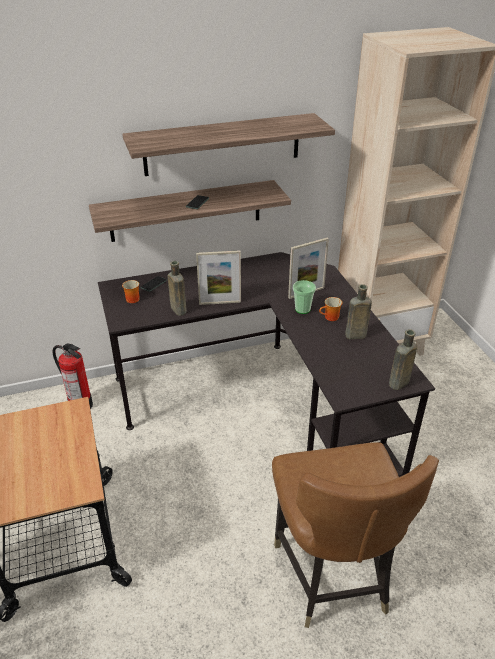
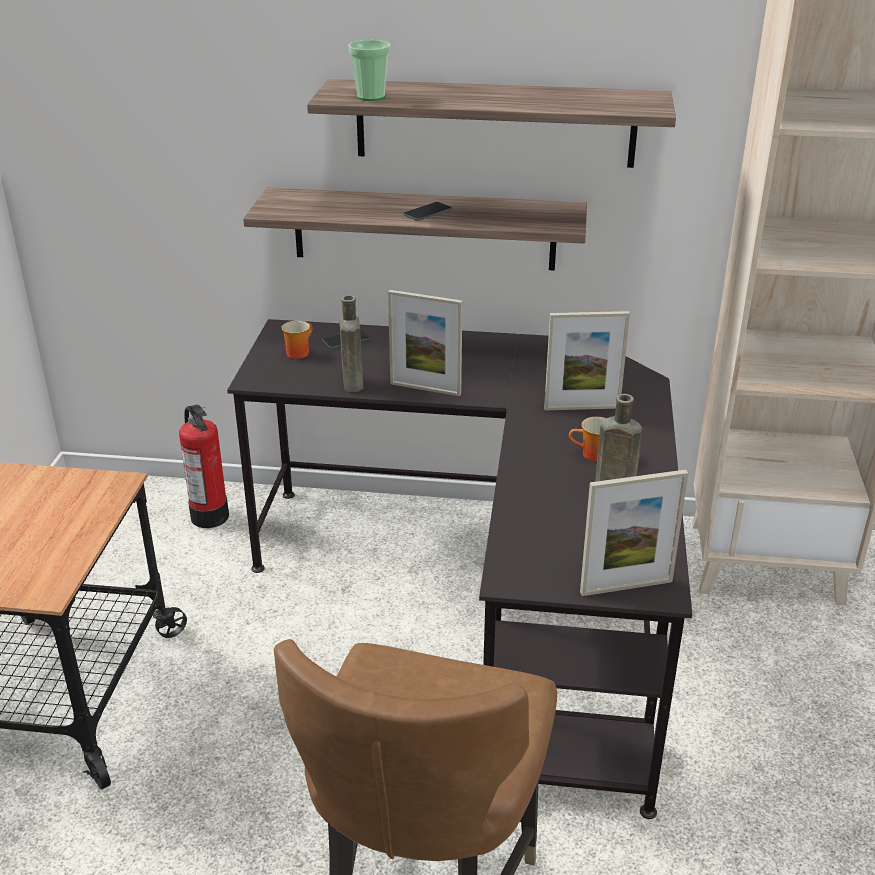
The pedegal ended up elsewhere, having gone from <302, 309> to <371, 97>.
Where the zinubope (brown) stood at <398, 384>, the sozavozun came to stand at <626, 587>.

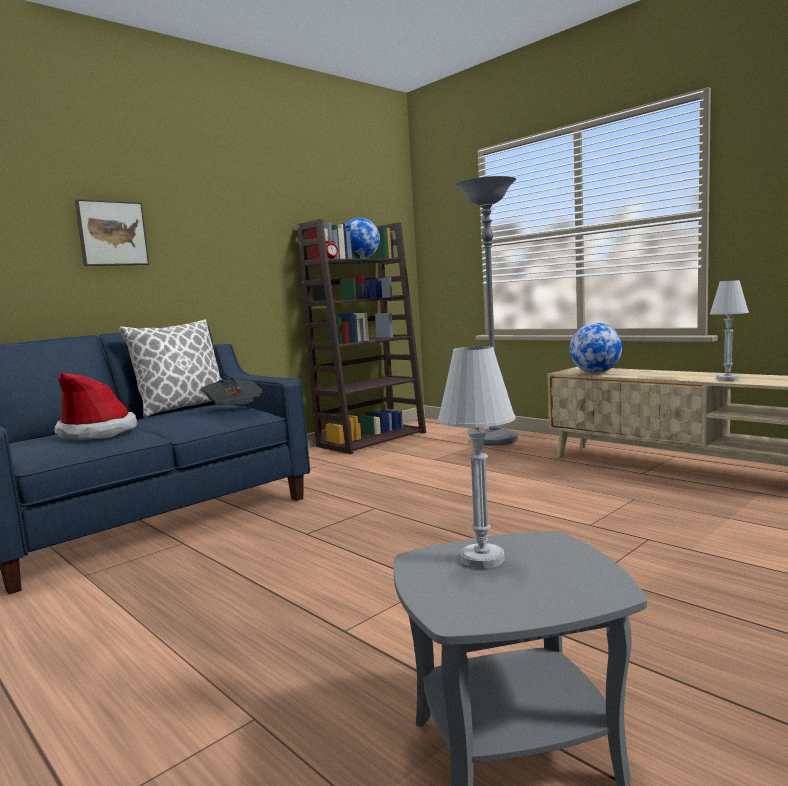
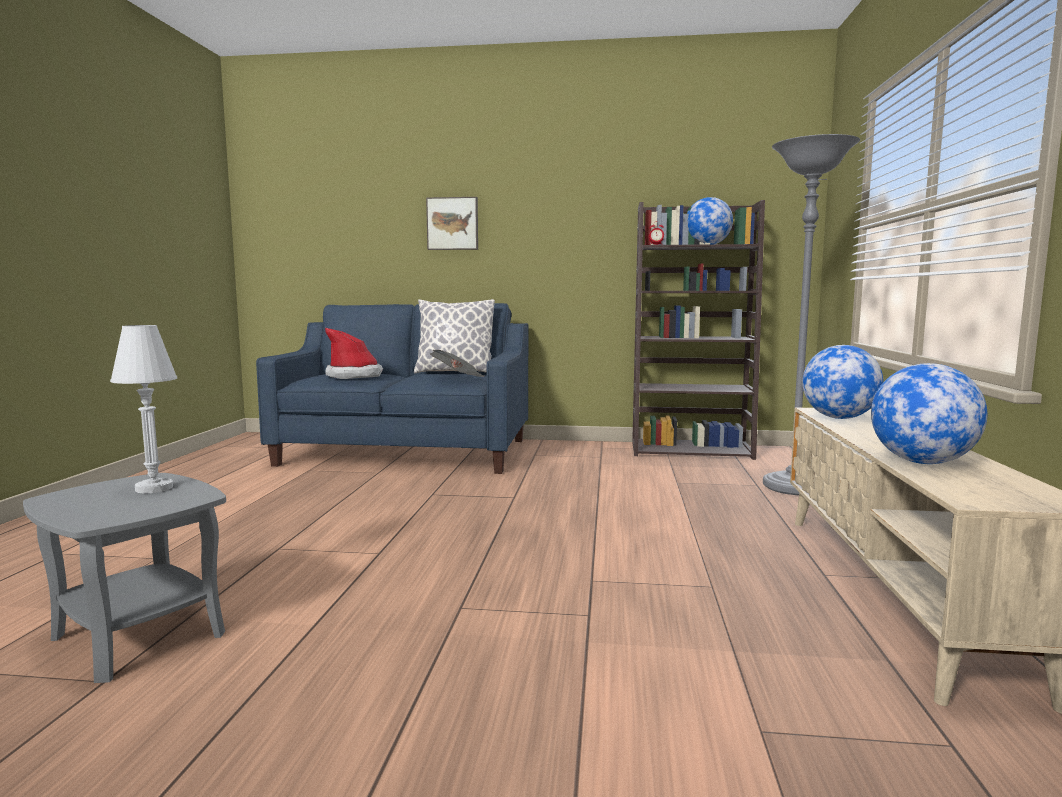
Where the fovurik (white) stood at <727, 379>, the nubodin came to stand at <922, 462>.

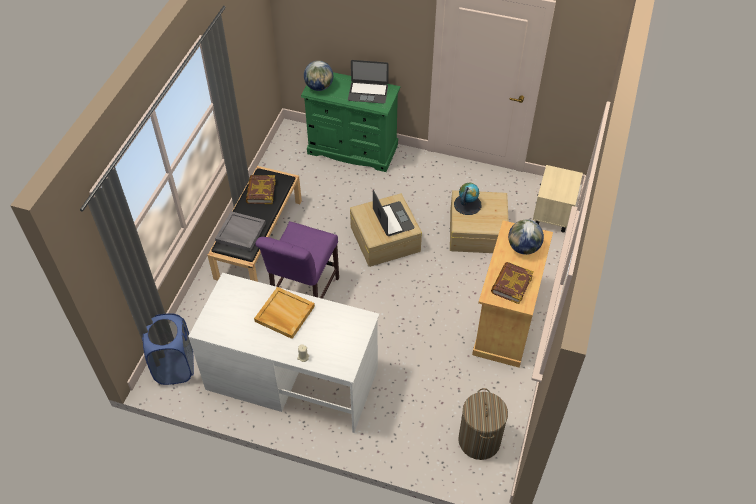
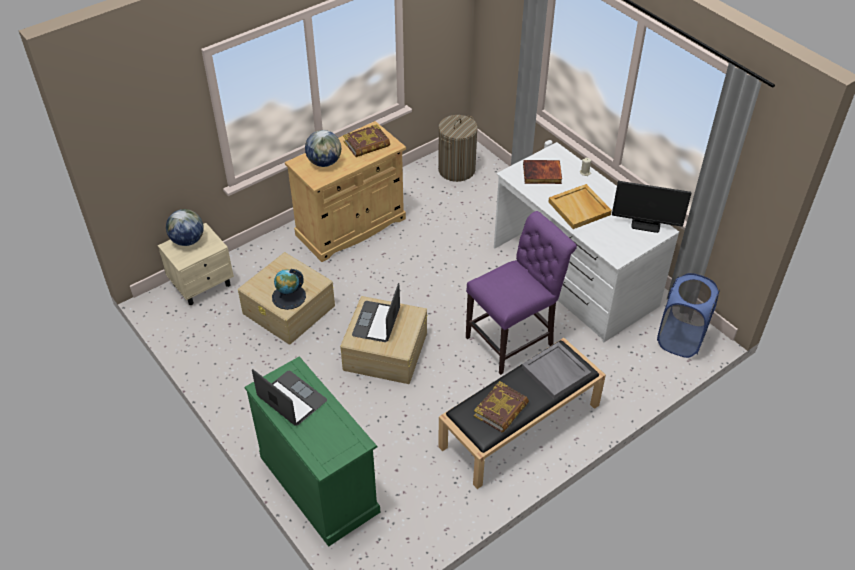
The second view gained the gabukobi at <541, 174>.
The second view gained the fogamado at <646, 224>.
The nubodin ended up elsewhere, having gone from <319, 87> to <187, 240>.

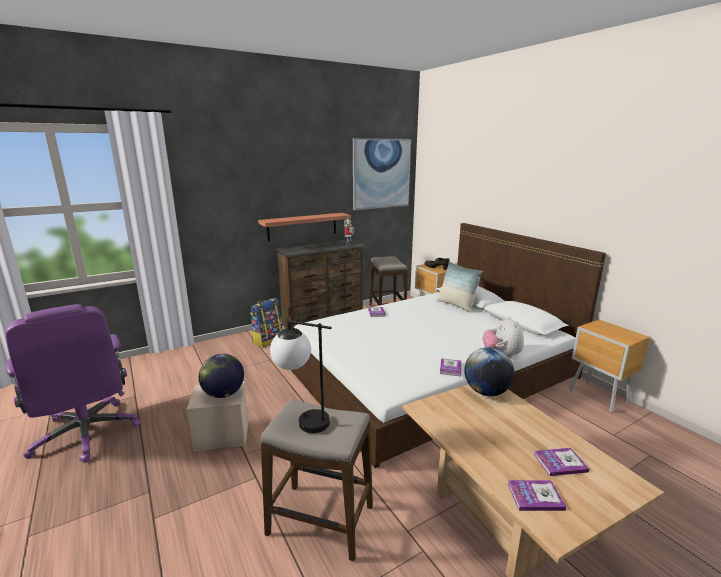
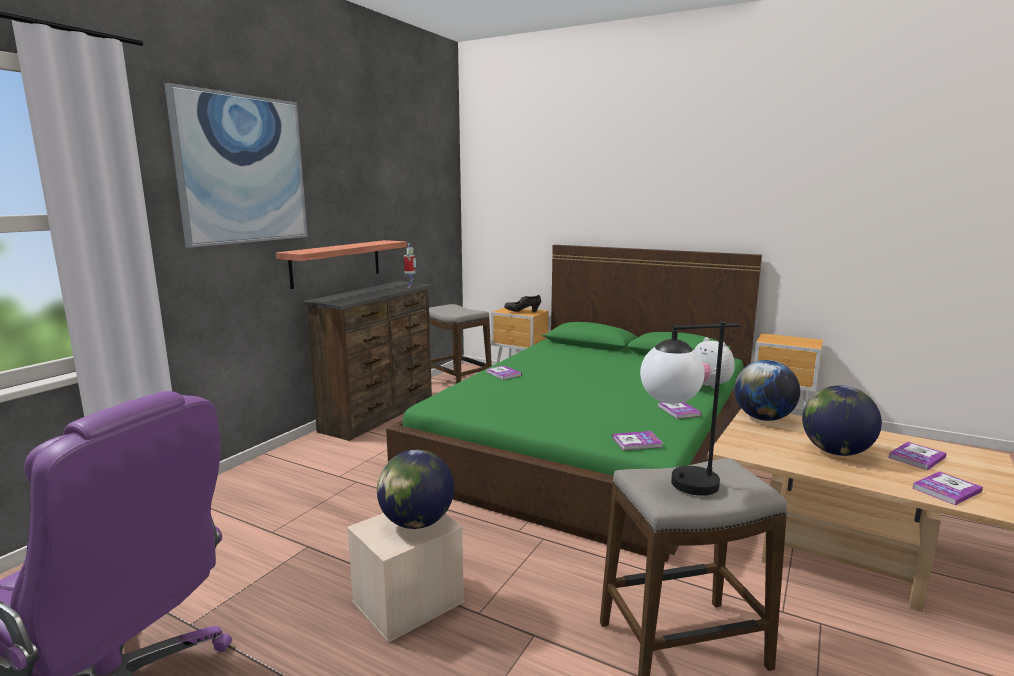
The second view lost the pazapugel at <267, 340>.
The second view lost the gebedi at <456, 305>.
The second view gained the gabukobi at <637, 442>.
The second view gained the nubodin at <836, 452>.
The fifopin ended up elsewhere, having gone from <381, 174> to <243, 170>.
What was the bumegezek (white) at <429, 371> turned into the bumegezek (green) at <593, 440>.

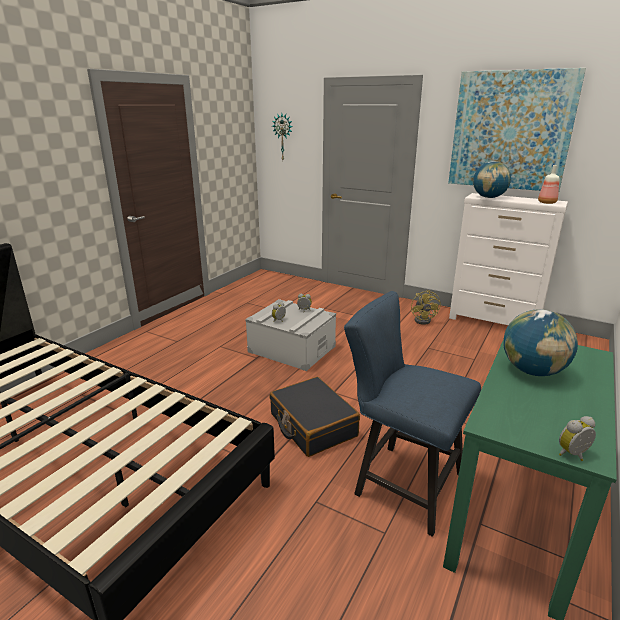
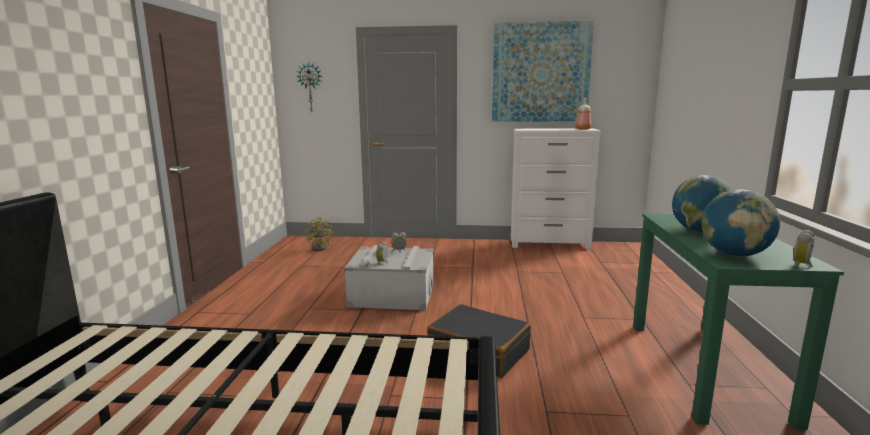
The second view lost the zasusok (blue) at <401, 482>.
The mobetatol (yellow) ended up elsewhere, having gone from <424, 320> to <321, 248>.
The nubodin ended up elsewhere, having gone from <489, 197> to <734, 254>.

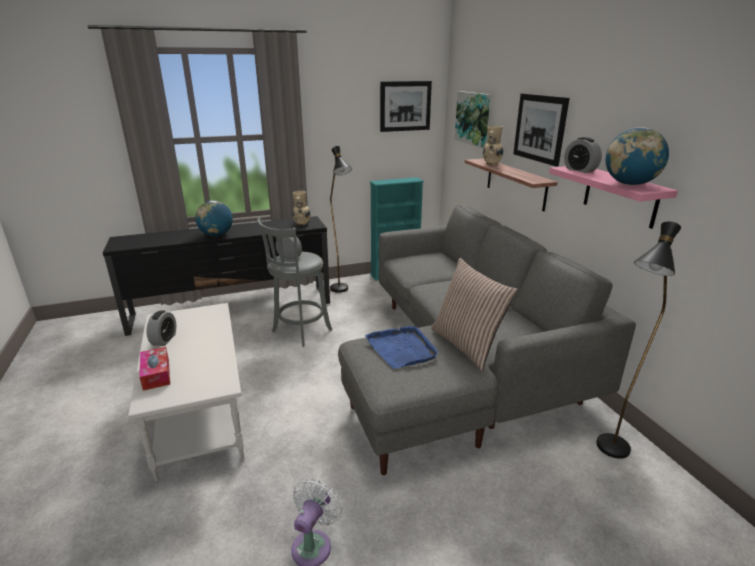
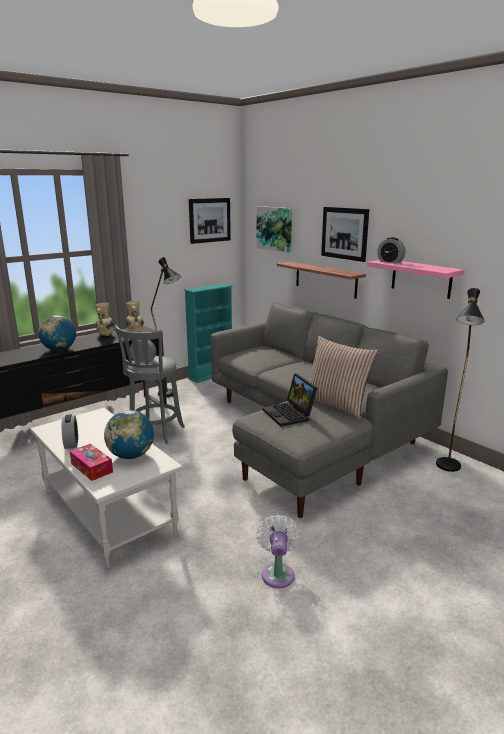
The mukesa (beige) ended up elsewhere, having gone from <491, 164> to <105, 335>.
The nubodin ended up elsewhere, having gone from <630, 184> to <131, 455>.
Where the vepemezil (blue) stood at <402, 349>, the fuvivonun came to stand at <290, 414>.

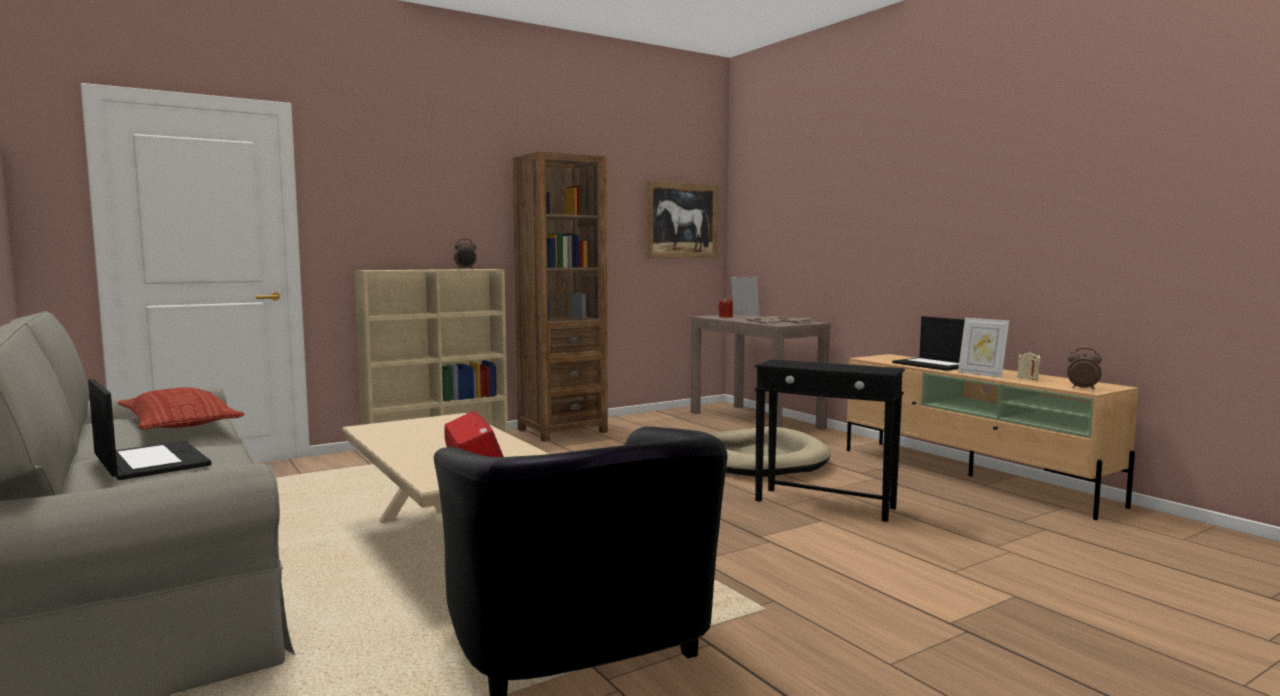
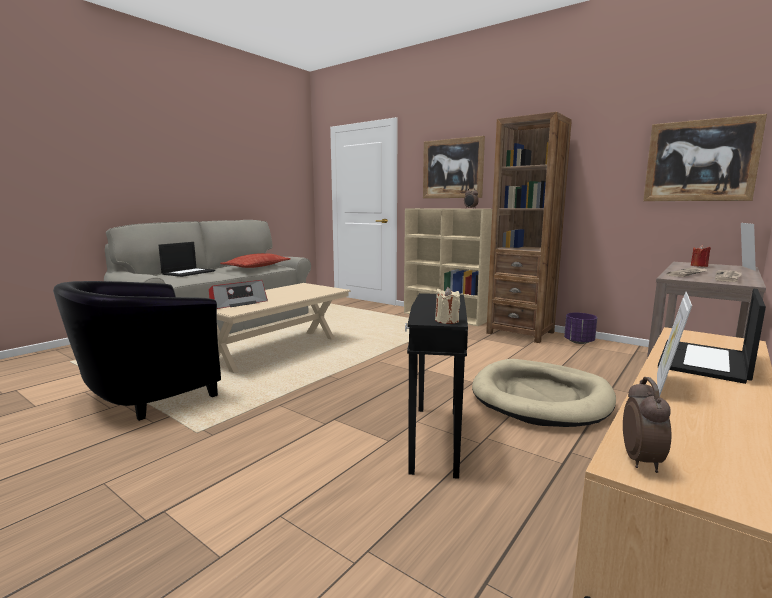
The second view gained the fifopin at <452, 168>.
The second view gained the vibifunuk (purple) at <578, 342>.
The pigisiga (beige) ended up elsewhere, having gone from <1027, 378> to <447, 321>.

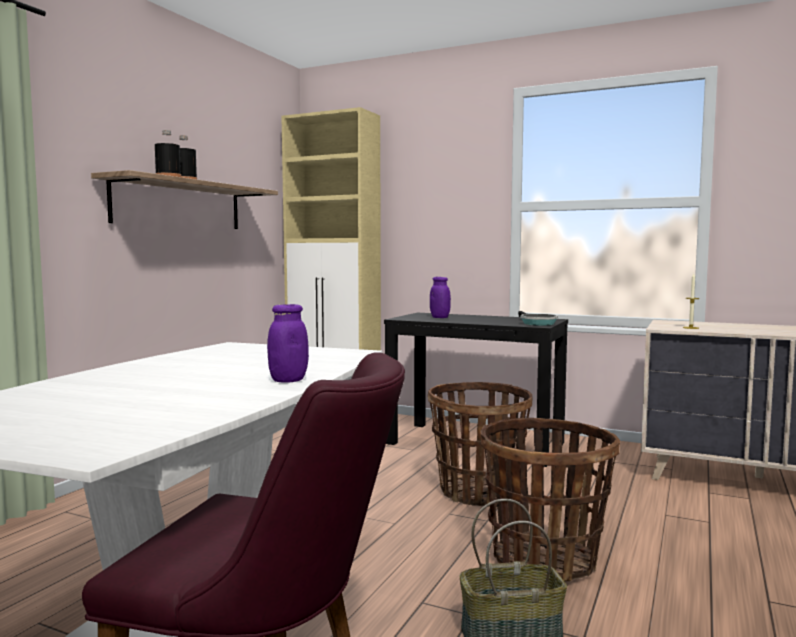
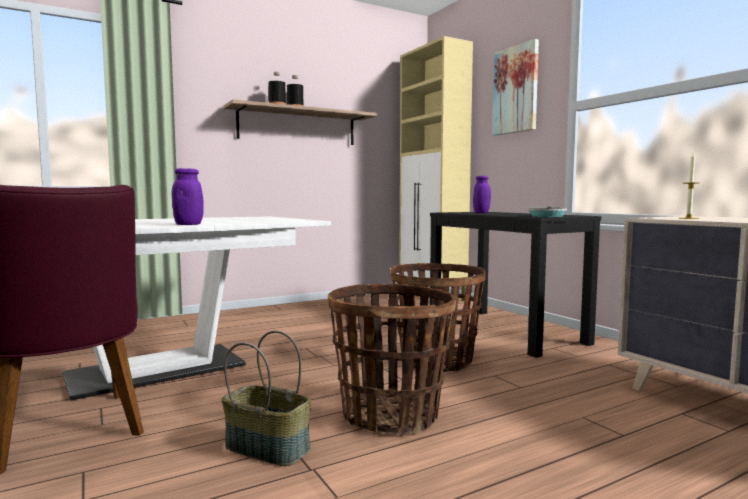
The second view gained the fifopin at <516, 90>.

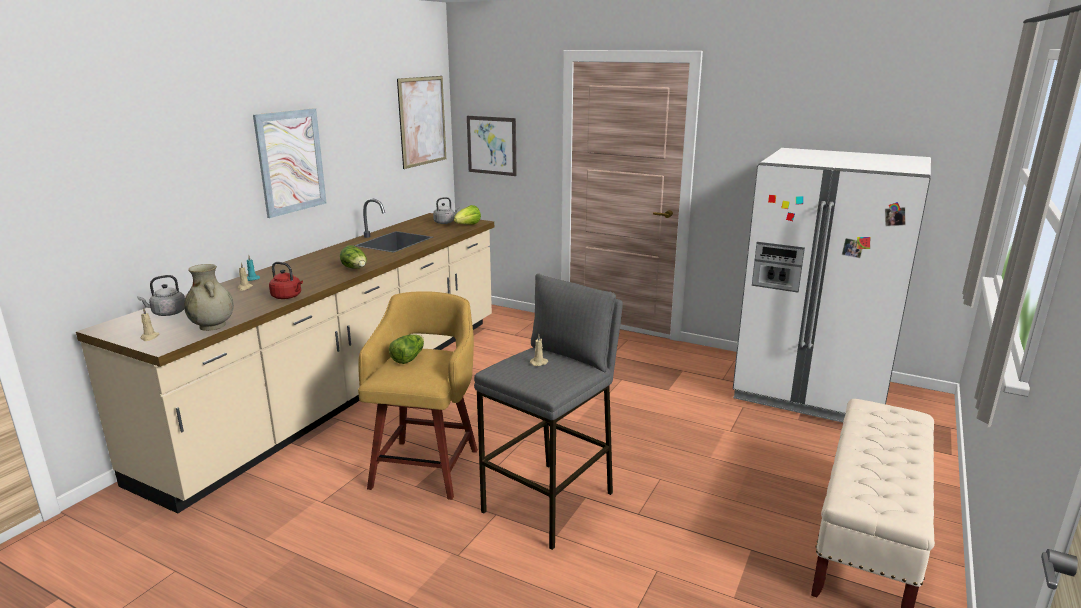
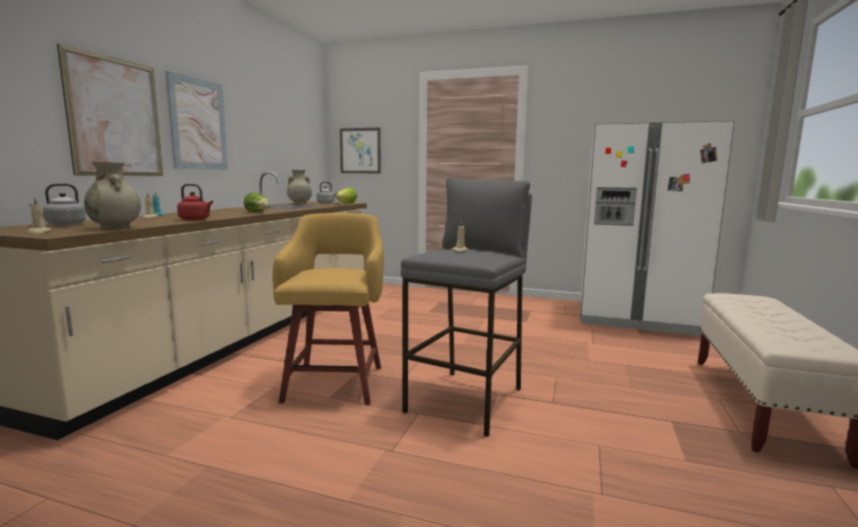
The second view lost the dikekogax at <408, 358>.
The second view gained the mukesa (beige) at <299, 203>.
The fifopin ended up elsewhere, having gone from <422, 121> to <115, 117>.

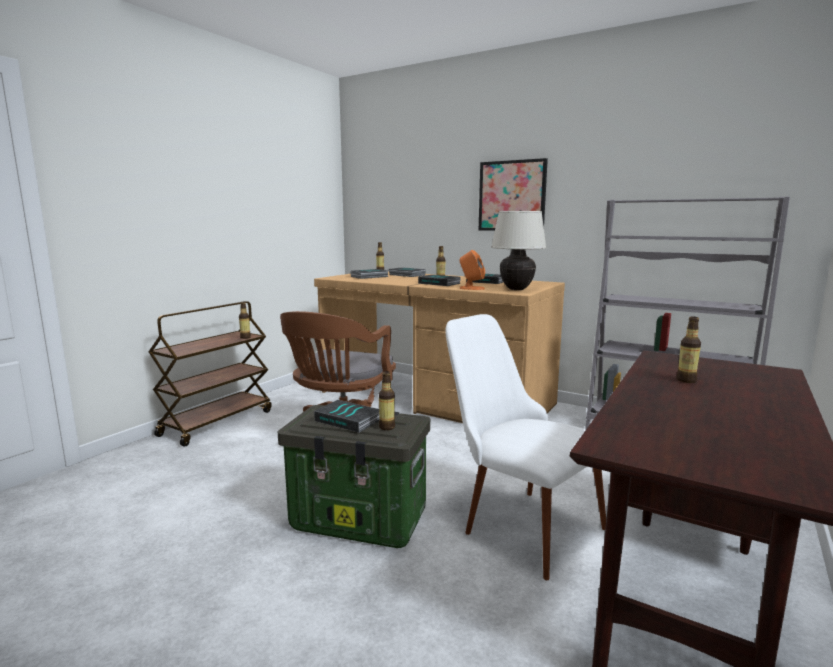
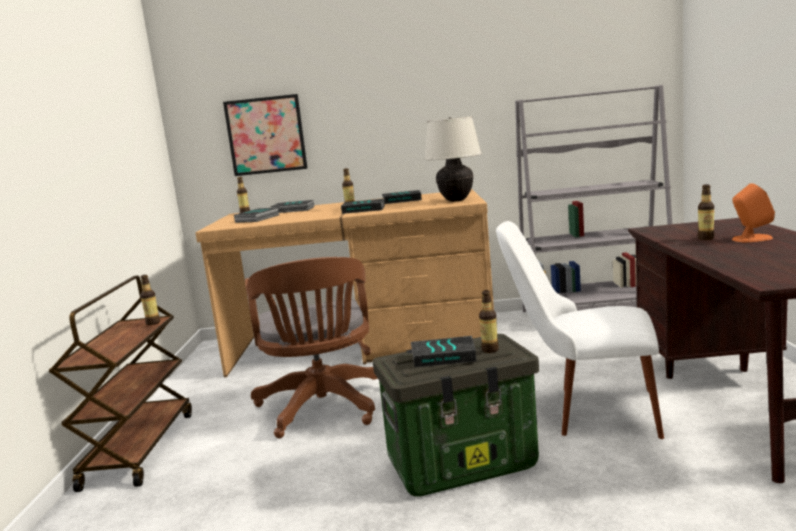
The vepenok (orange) ended up elsewhere, having gone from <471, 288> to <751, 239>.
The fifopin ended up elsewhere, having gone from <512, 196> to <266, 135>.

